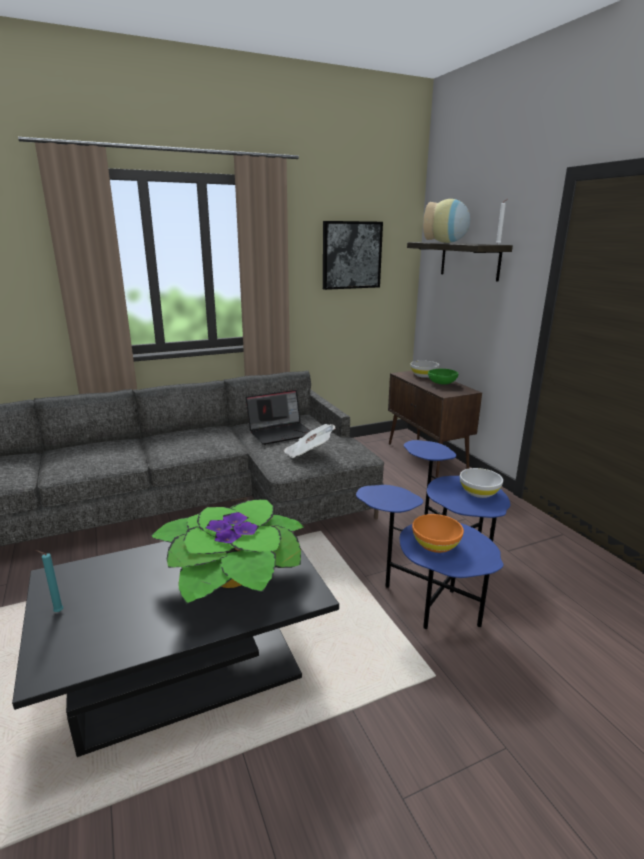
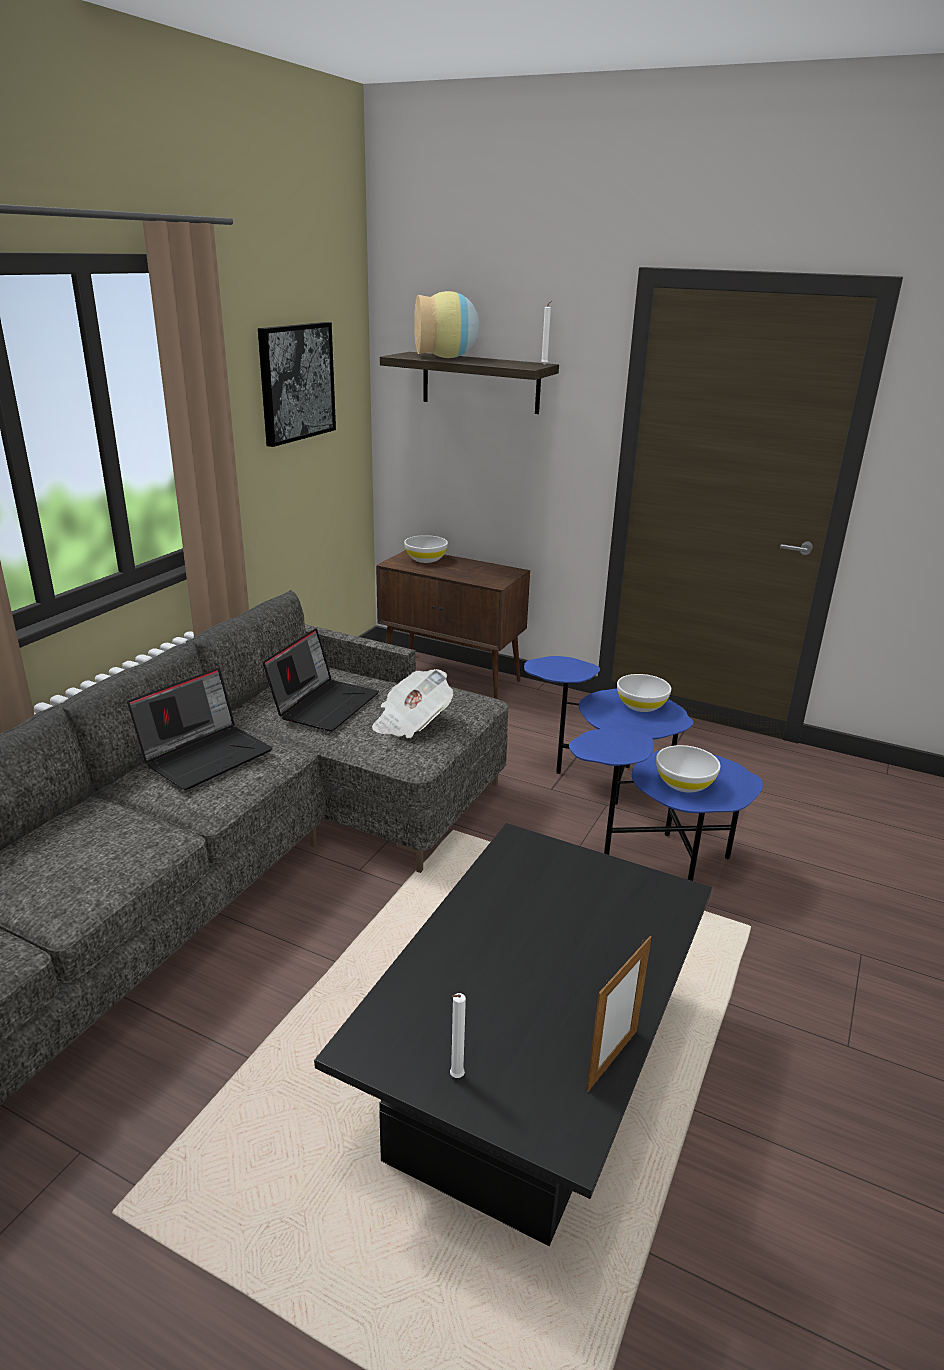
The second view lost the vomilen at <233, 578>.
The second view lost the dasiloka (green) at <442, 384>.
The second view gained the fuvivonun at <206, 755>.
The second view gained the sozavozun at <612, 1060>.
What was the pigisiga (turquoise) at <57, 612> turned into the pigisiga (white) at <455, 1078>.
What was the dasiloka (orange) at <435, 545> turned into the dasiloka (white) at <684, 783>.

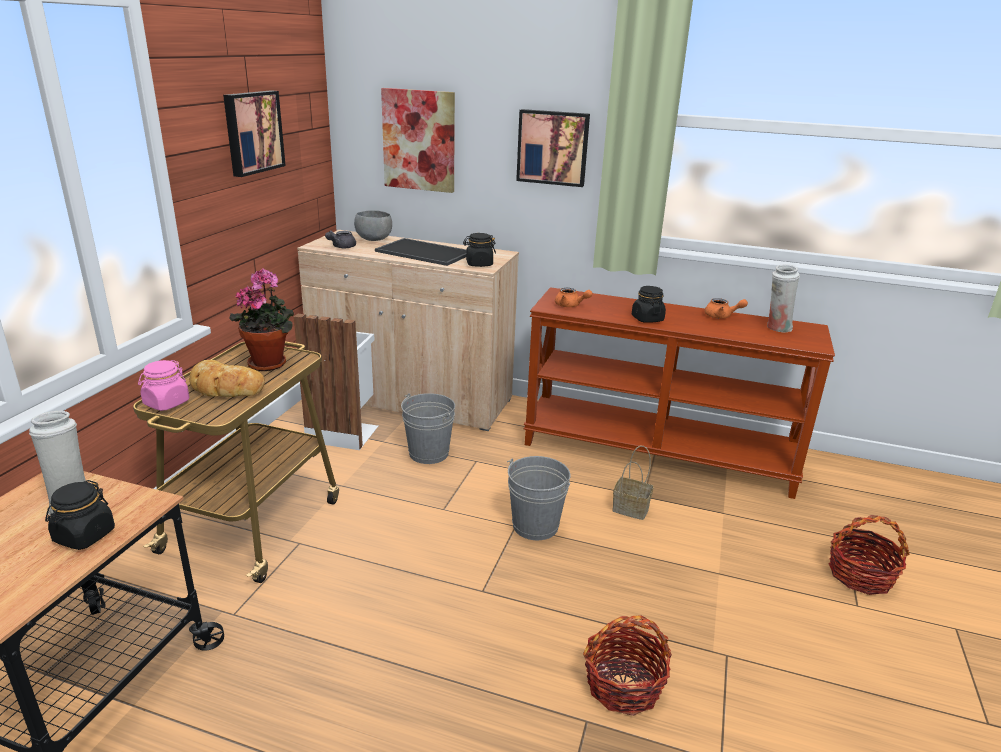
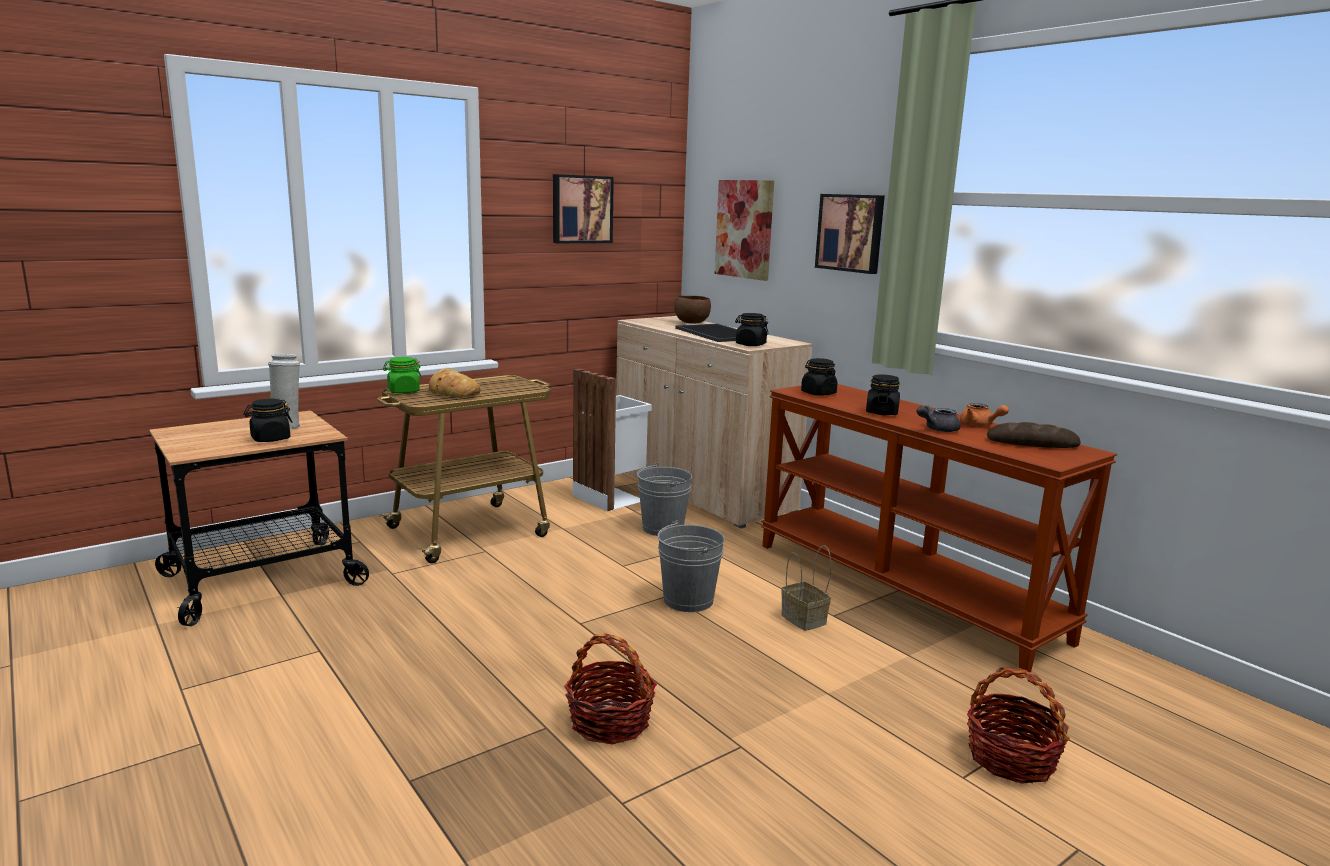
The second view lost the vomilen at <270, 362>.
The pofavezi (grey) ended up elsewhere, having gone from <341, 247> to <937, 429>.
Where the pofavezi (orange) stood at <570, 305>, the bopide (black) came to stand at <818, 393>.
Where the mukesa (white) stood at <777, 328>, the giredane came to stand at <1032, 443>.
What was the bopide (pink) at <166, 403> turned into the bopide (green) at <403, 391>.
What was the dasiloka (grey) at <373, 239> turned into the dasiloka (brown) at <691, 323>.

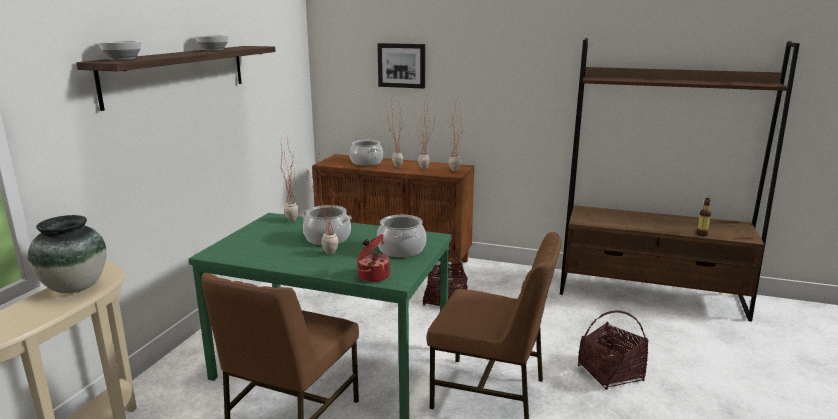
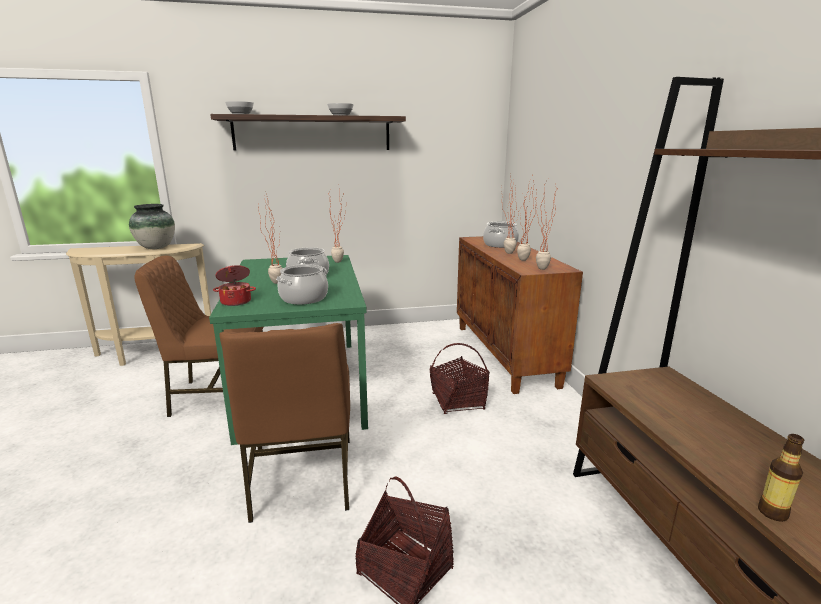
The second view lost the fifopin at <401, 65>.

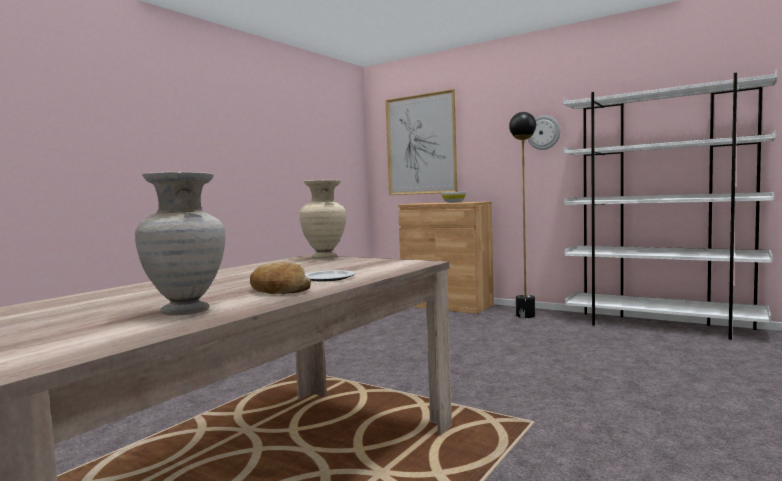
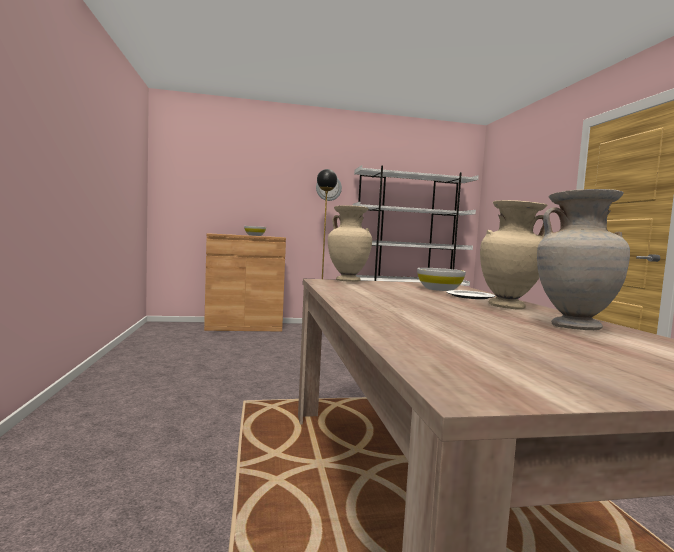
The second view lost the fifopin at <421, 145>.
The second view gained the dasiloka (white) at <439, 289>.
Where the giredane stood at <278, 290>, the mukesa (beige) came to stand at <507, 307>.

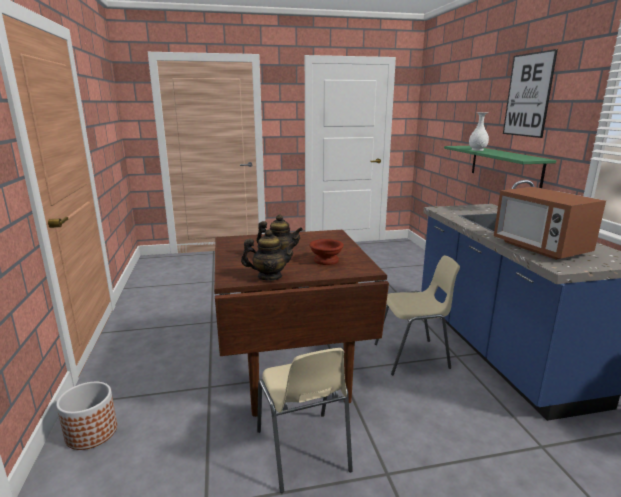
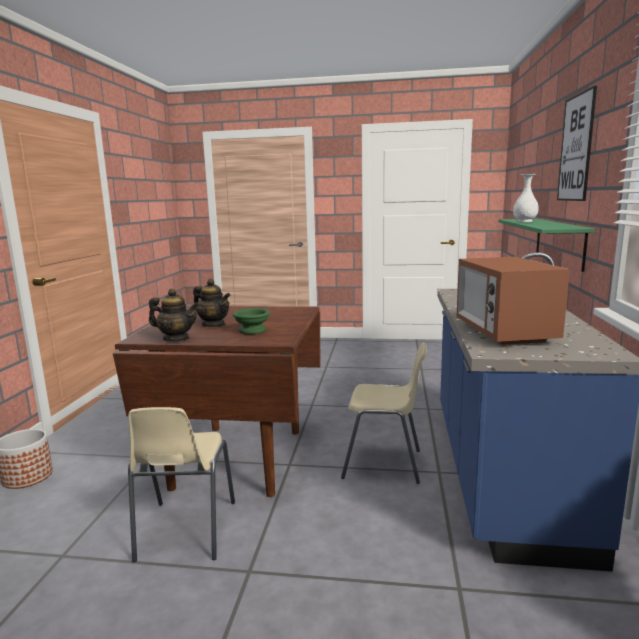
What was the dasiloka (brown) at <325, 260> turned into the dasiloka (green) at <252, 330>.

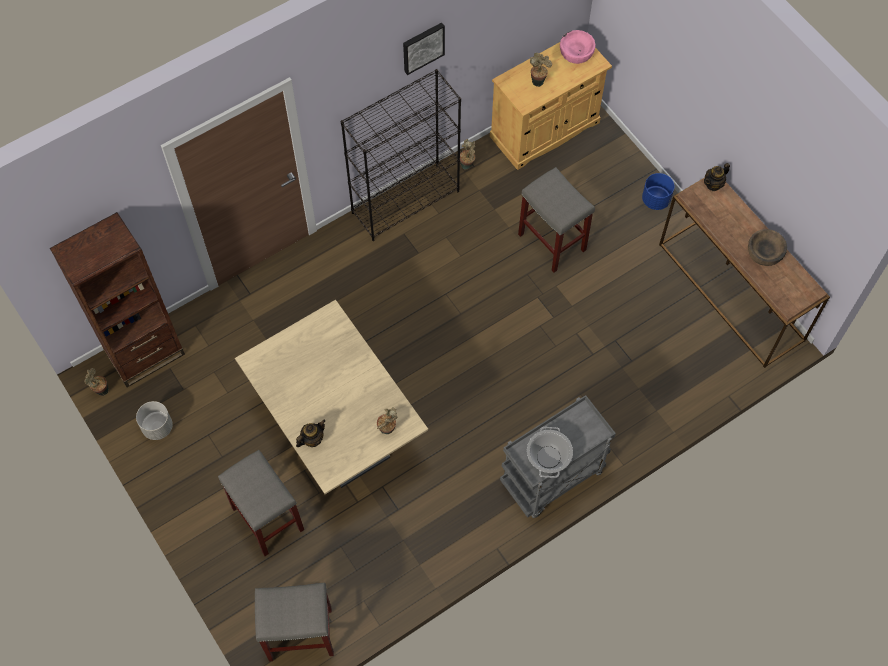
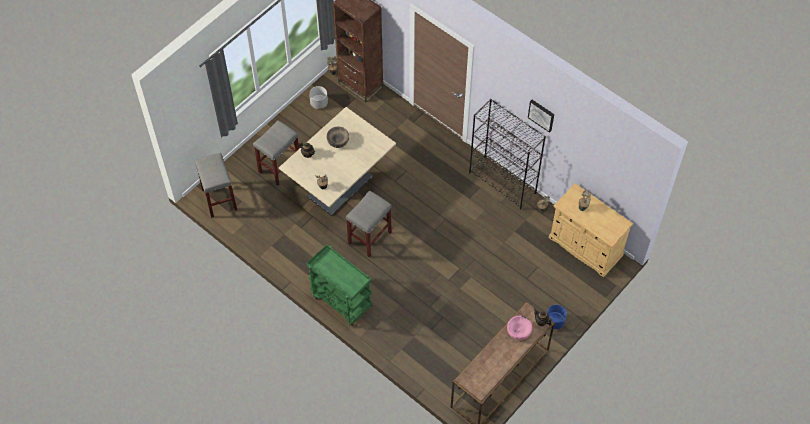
The second view lost the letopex at <548, 457>.
The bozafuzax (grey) ended up elsewhere, having gone from <553, 242> to <369, 238>.
The dasiloka (pink) ended up elsewhere, having gone from <576, 53> to <518, 331>.
The dasiloka (brown) ended up elsewhere, having gone from <764, 253> to <338, 141>.
What was the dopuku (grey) at <552, 479> turned into the dopuku (green) at <340, 301>.

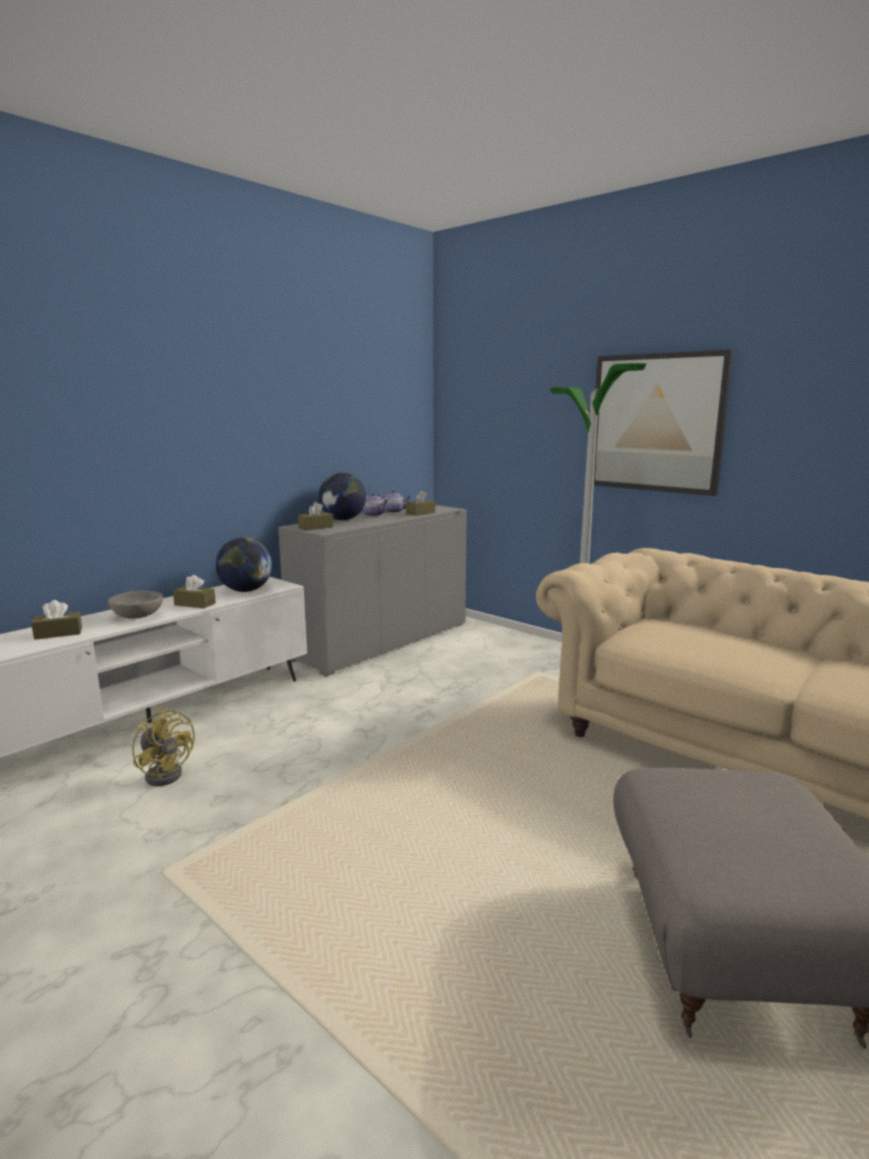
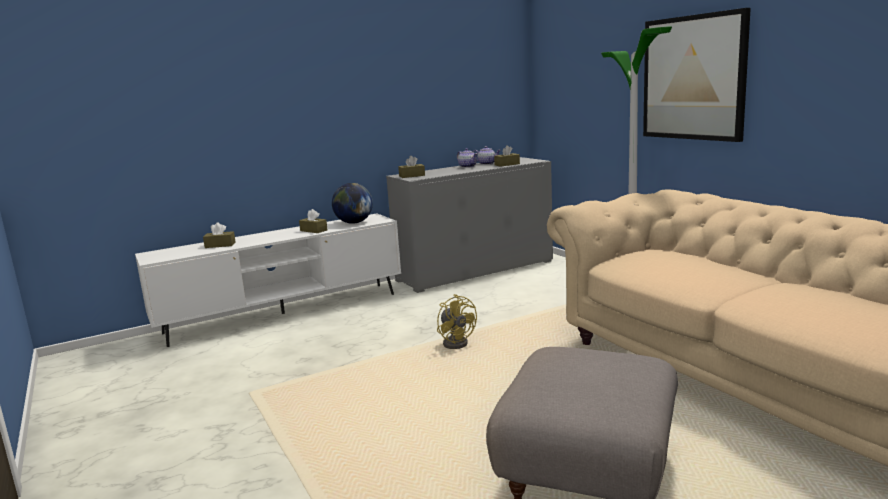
The second view lost the dasiloka (grey) at <138, 616>.
The second view lost the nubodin at <343, 520>.
The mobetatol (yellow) ended up elsewhere, having gone from <167, 772> to <457, 342>.

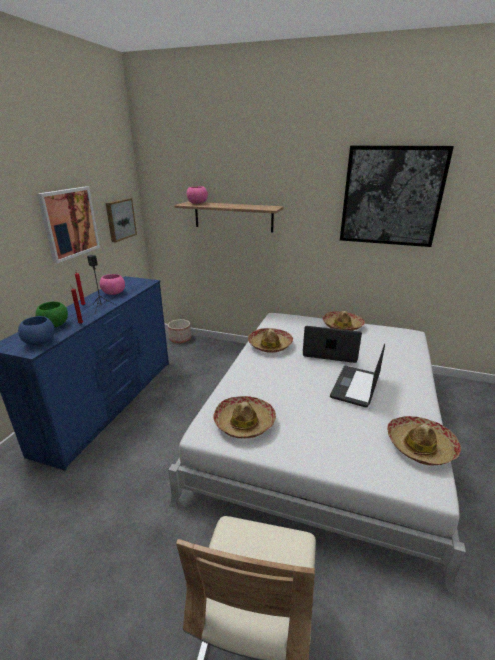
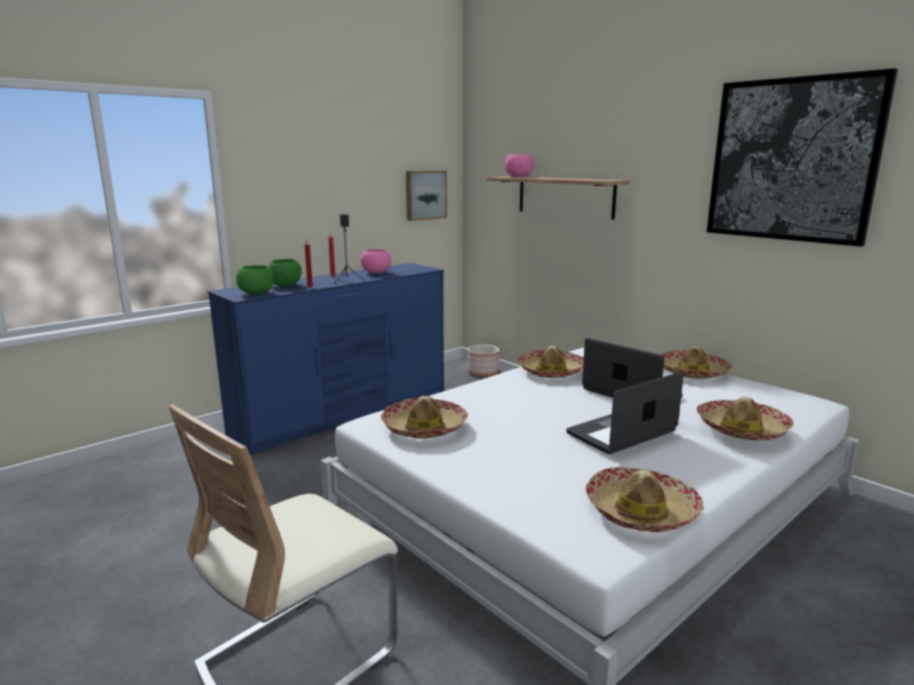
The second view lost the fifopin at <69, 223>.
The second view gained the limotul at <742, 429>.
What was the dasiloka (blue) at <39, 342> turned into the dasiloka (green) at <256, 293>.

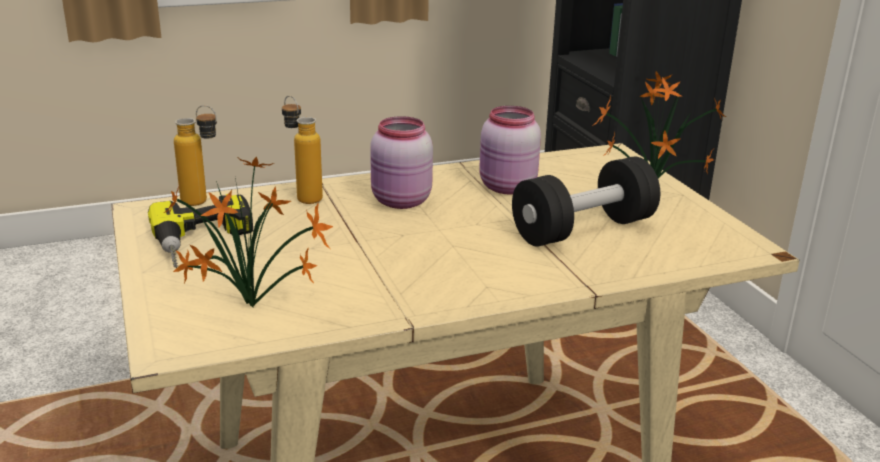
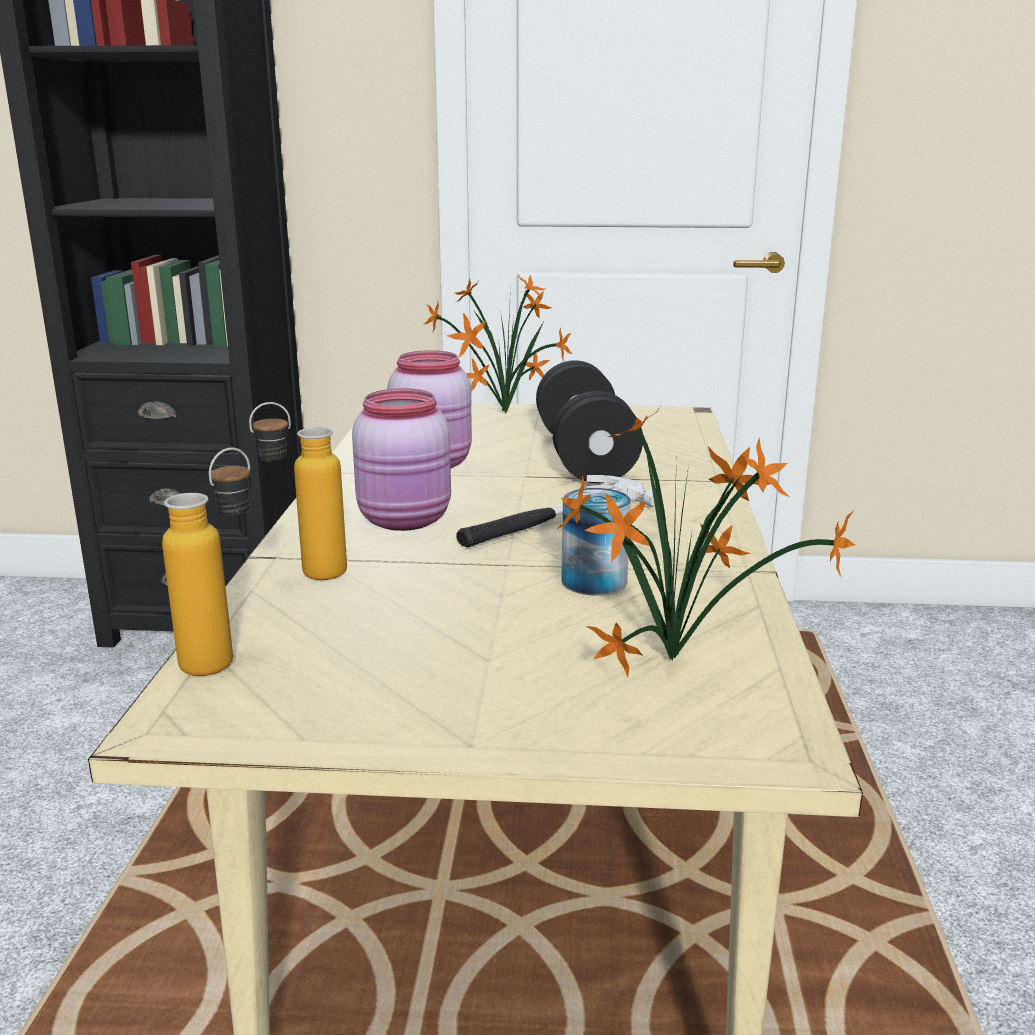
The second view lost the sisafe at <205, 242>.
The second view gained the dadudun at <553, 520>.
The second view gained the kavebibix at <594, 581>.

